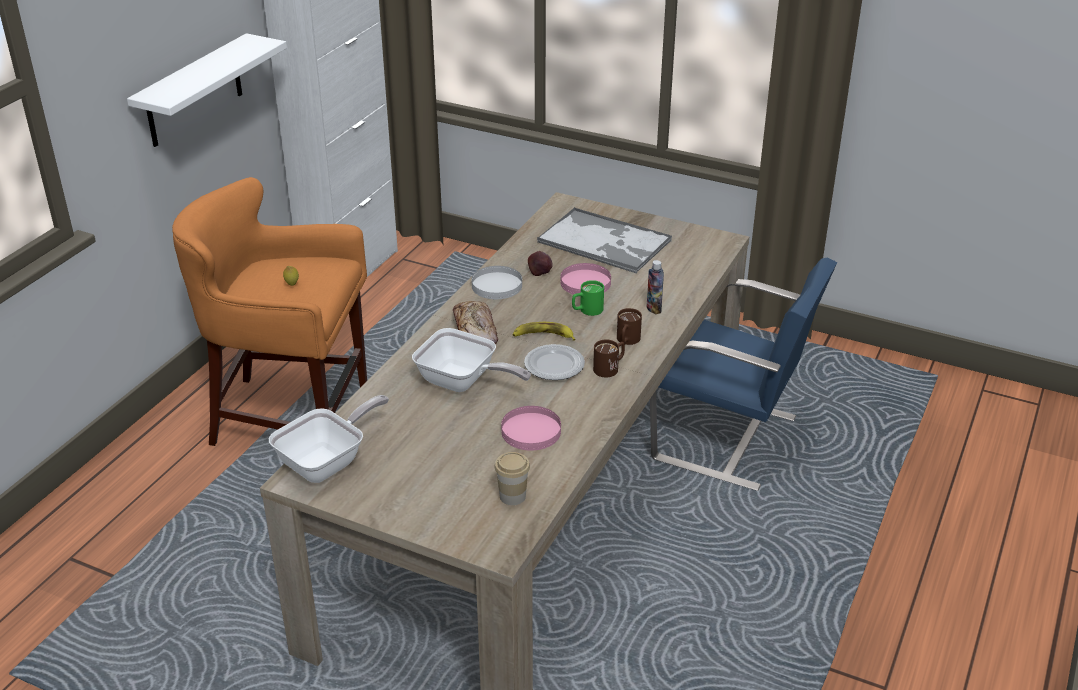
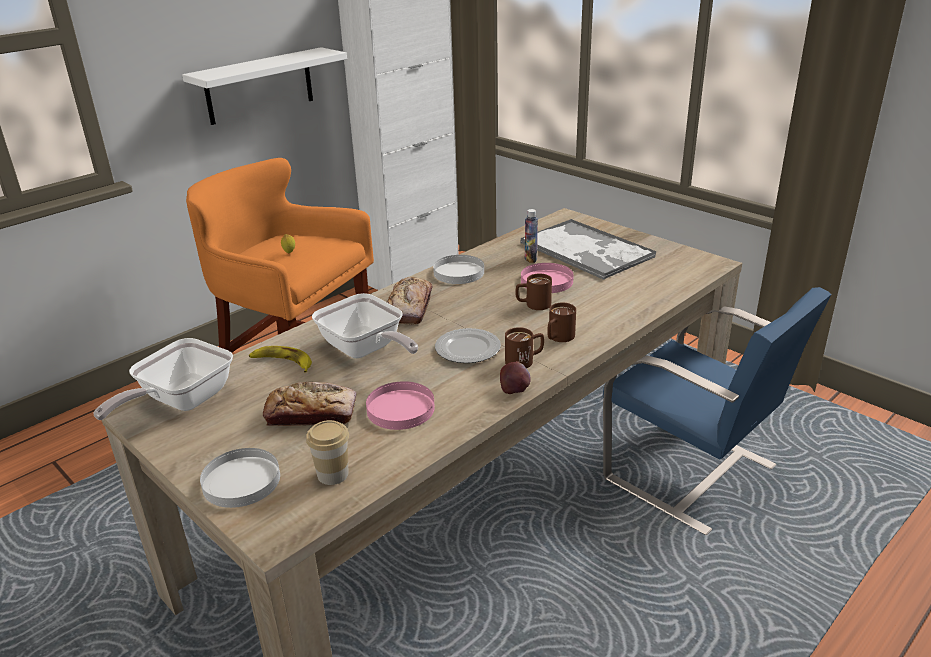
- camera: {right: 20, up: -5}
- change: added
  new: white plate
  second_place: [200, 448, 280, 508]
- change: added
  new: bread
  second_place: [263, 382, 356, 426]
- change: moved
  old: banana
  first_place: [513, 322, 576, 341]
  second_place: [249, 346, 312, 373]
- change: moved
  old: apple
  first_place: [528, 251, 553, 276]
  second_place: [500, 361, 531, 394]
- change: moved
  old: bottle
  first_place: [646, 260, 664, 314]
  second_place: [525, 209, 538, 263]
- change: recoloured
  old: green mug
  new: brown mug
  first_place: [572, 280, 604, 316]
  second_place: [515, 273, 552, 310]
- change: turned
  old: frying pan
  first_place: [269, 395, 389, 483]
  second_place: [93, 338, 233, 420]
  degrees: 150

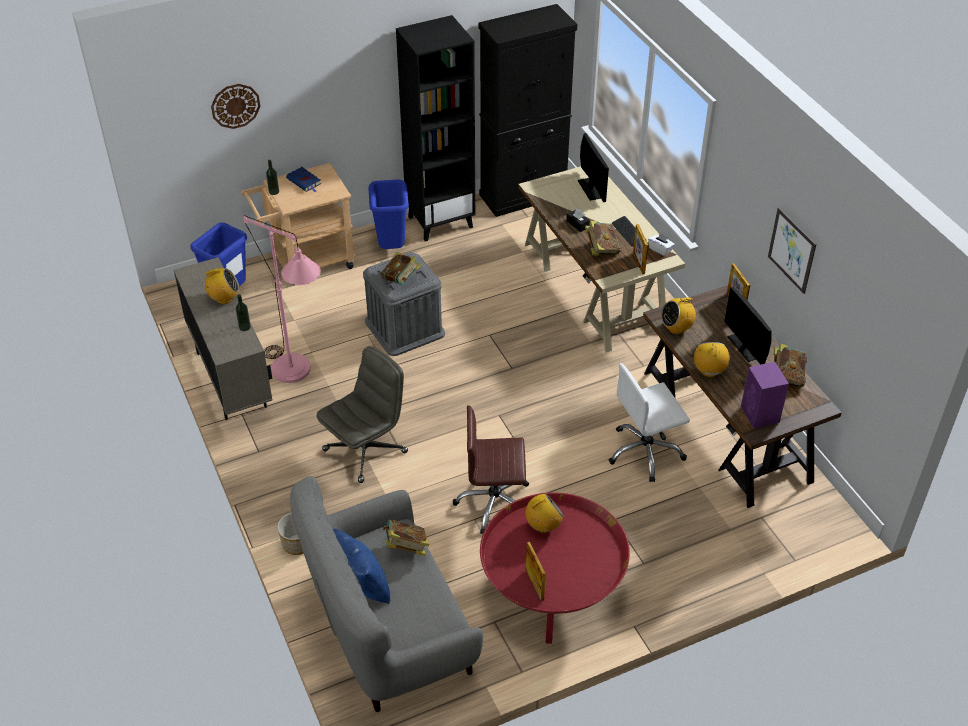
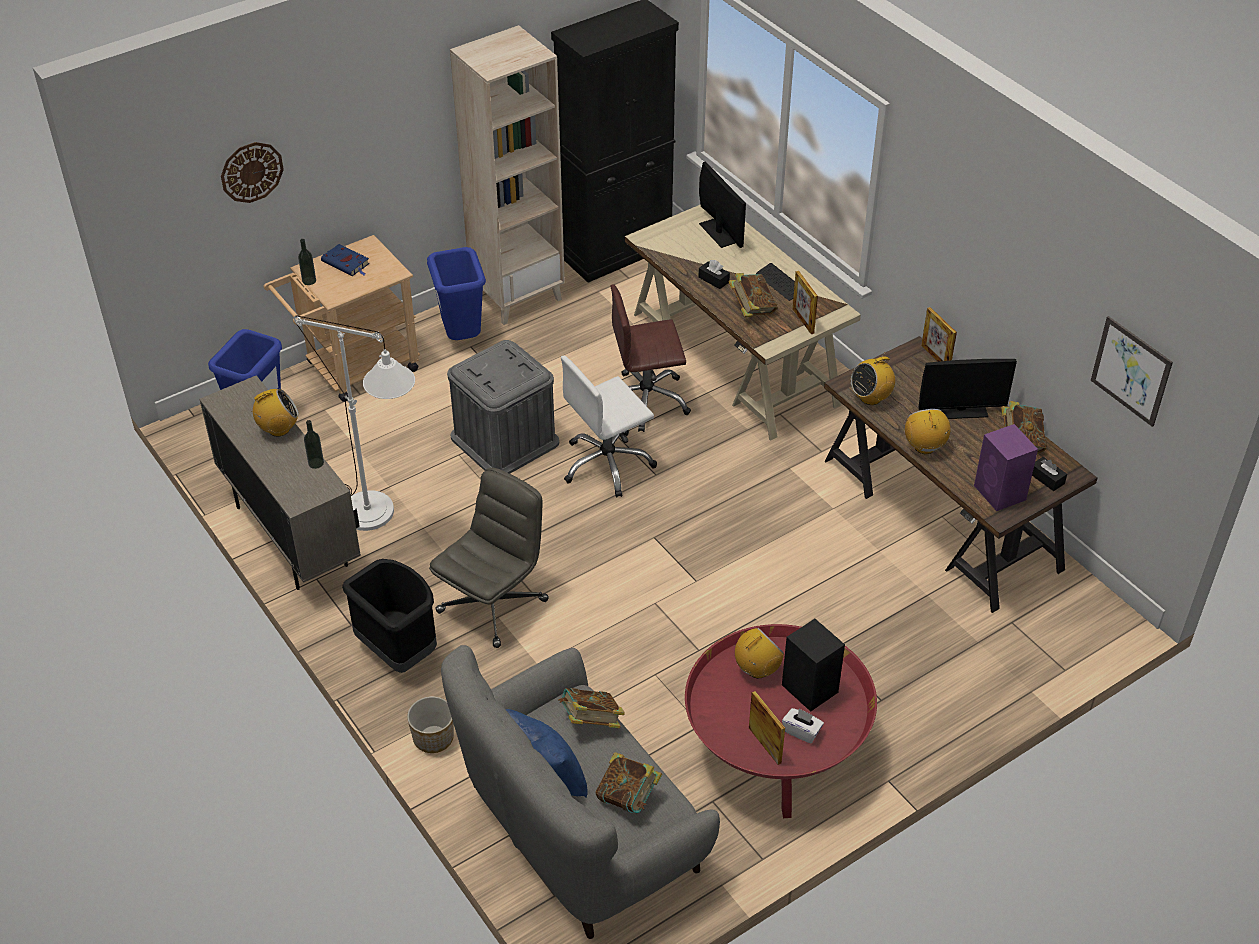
- camera: {right: -10, up: 0}
- change: added
  new: black trash can
  second_place: [342, 559, 437, 673]
- change: added
  new: black speaker
  second_place: [782, 619, 845, 712]
- change: added
  new: black tissue box
  second_place: [1032, 457, 1067, 491]
- change: moved
  old: book
  first_place: [381, 252, 421, 285]
  second_place: [596, 752, 662, 813]
- change: moved
  old: brown office chair
  first_place: [453, 405, 529, 534]
  second_place: [610, 284, 691, 432]
- change: moved
  old: white office chair
  first_place: [609, 363, 690, 482]
  second_place: [561, 356, 657, 497]
- change: moved
  old: white tissue box
  first_place: [648, 233, 675, 256]
  second_place: [782, 708, 824, 743]
- change: moved
  old: picture
  first_place: [768, 207, 816, 294]
  second_place: [1091, 316, 1173, 427]
- change: recoloured
  old: pink floor lamp
  new: white floor lamp
  first_place: [243, 215, 321, 383]
  second_place: [294, 316, 415, 531]
- change: recoloured
  old: black bookcase
  new: beige bookcase
  first_place: [396, 15, 475, 241]
  second_place: [450, 25, 565, 325]
- change: turned
  old: monitor
  first_place: [724, 286, 772, 365]
  second_place: [919, 359, 1017, 419]
  degrees: -60

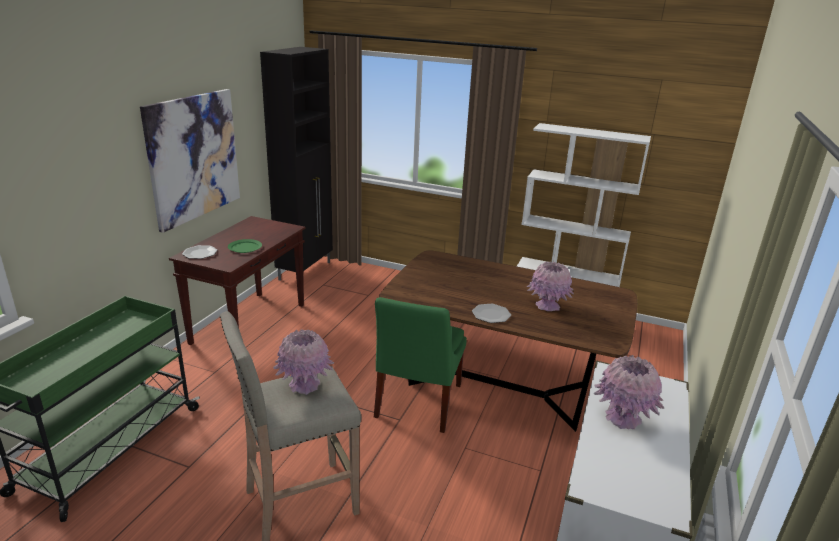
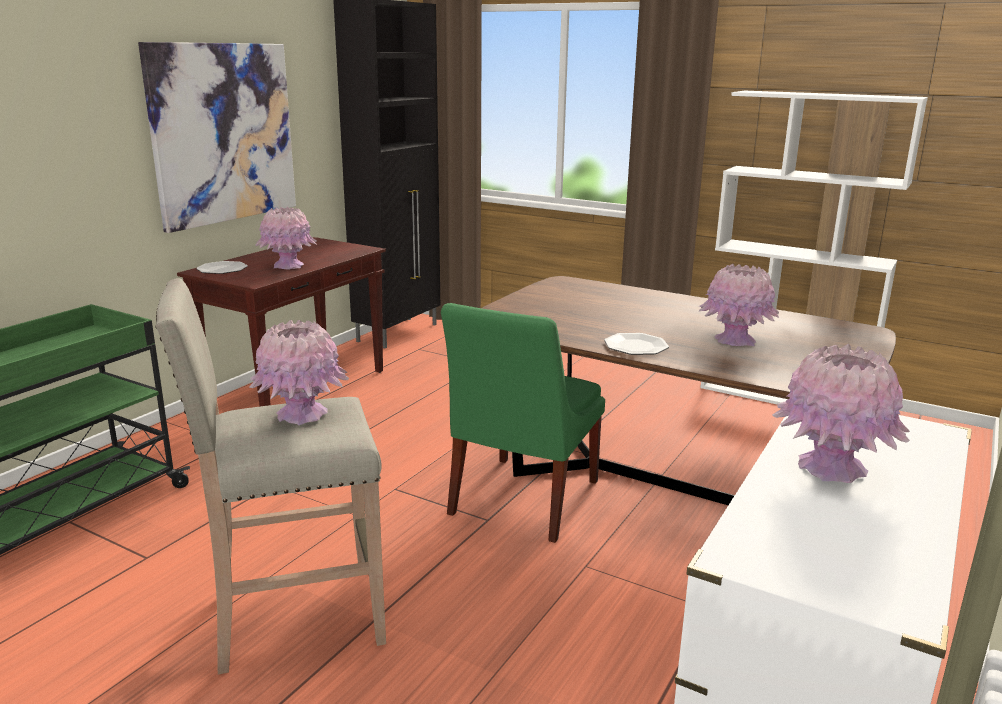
- camera: {right: 10, up: -5}
- change: replaced
  old: green plate
  new: pink vase
  first_place: [228, 239, 262, 253]
  second_place: [255, 207, 317, 270]

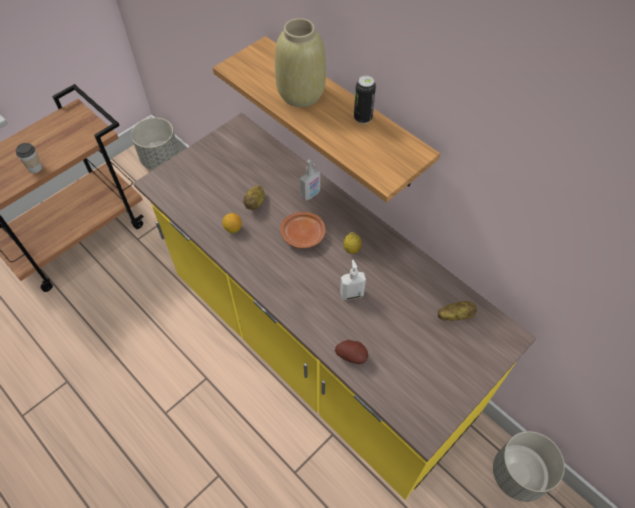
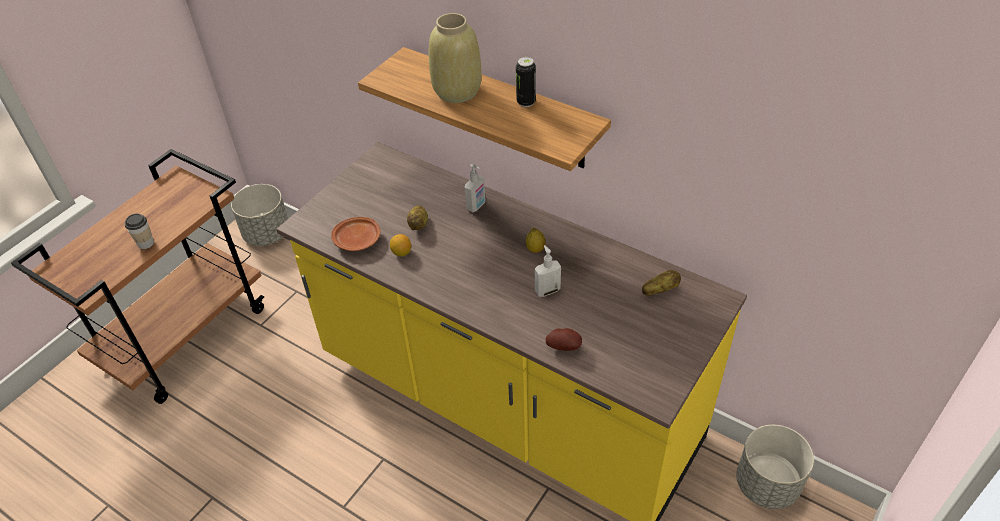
- camera: {right: -10, up: -10}
- change: moved
  old: brown plate
  first_place: [280, 212, 326, 248]
  second_place: [331, 217, 381, 251]

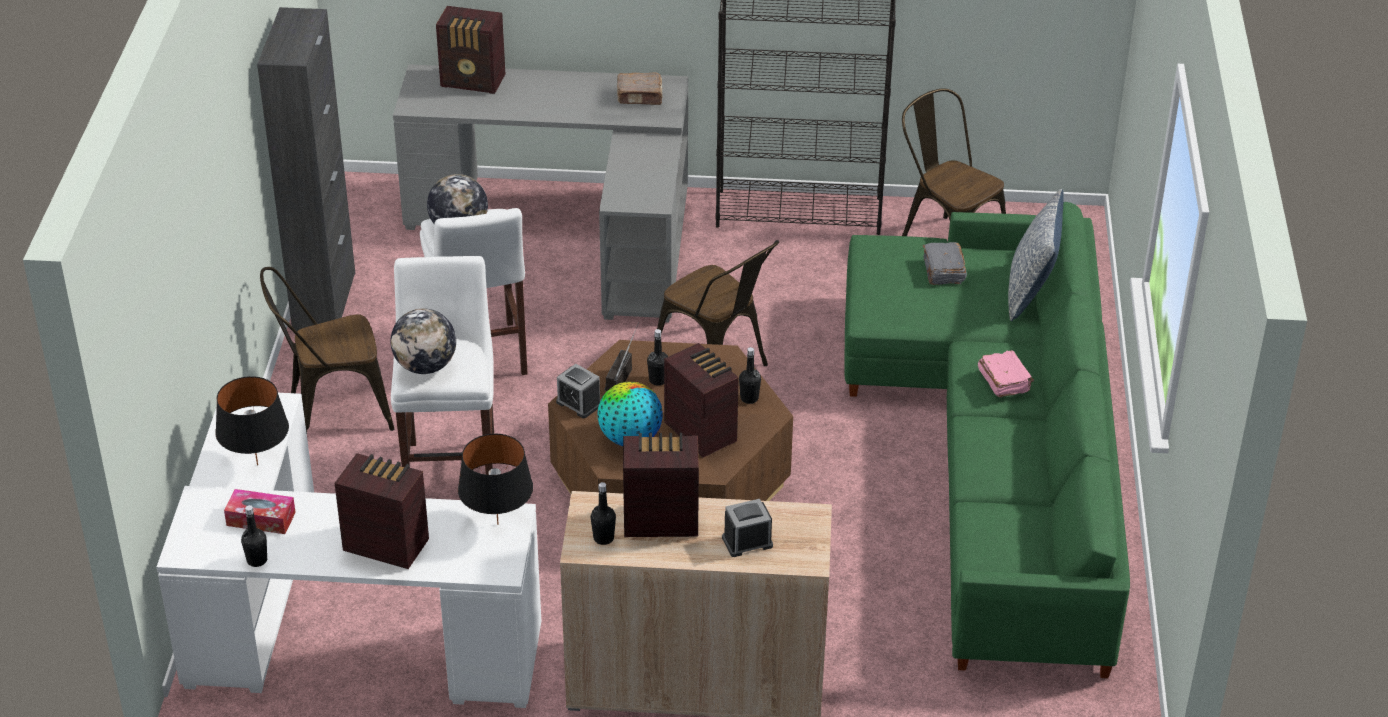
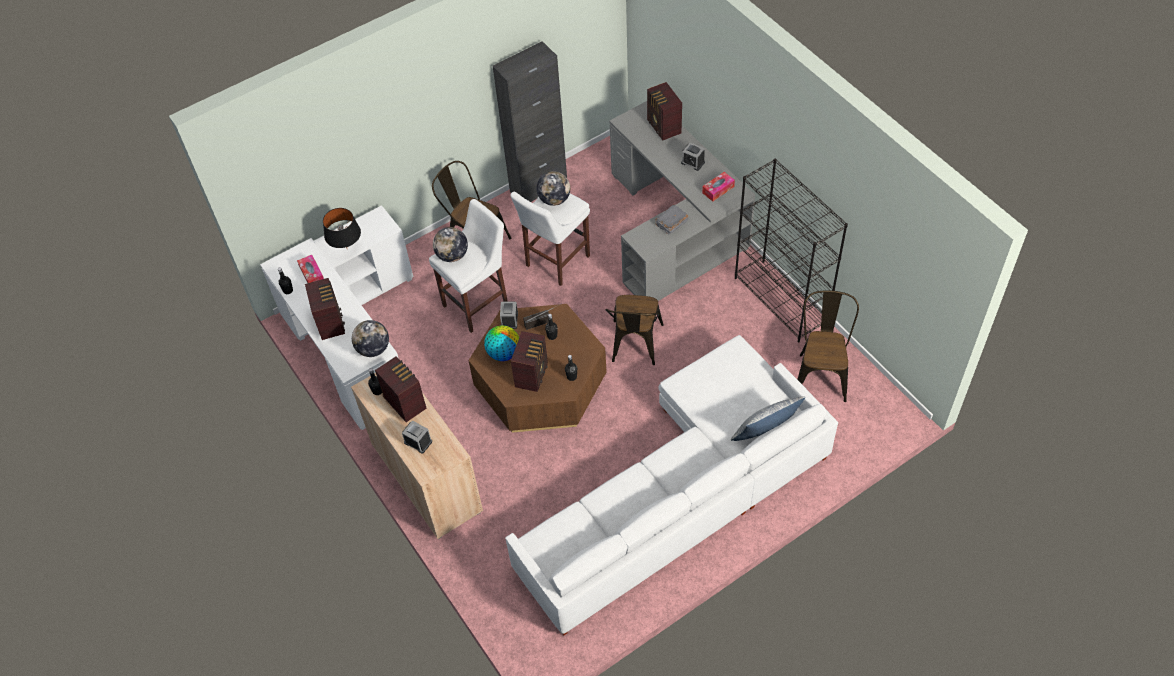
- camera: {right: 55, up: 15}
- change: removed
  old: pink book
  first_place: [978, 350, 1034, 397]
- change: added
  new: alarm clock
  second_place: [681, 142, 705, 171]
- change: moved
  old: grey book
  first_place: [923, 242, 967, 285]
  second_place: [655, 204, 688, 235]
- change: replaced
  old: black table lamp
  new: globe
  first_place: [458, 433, 533, 525]
  second_place: [352, 320, 389, 357]
- change: replaced
  old: brown book
  new: tissue box
  first_place: [617, 72, 663, 105]
  second_place: [702, 172, 735, 201]
- change: recoloured
  old: green sofa
  new: white sofa
  first_place: [844, 202, 1130, 678]
  second_place: [505, 335, 838, 636]

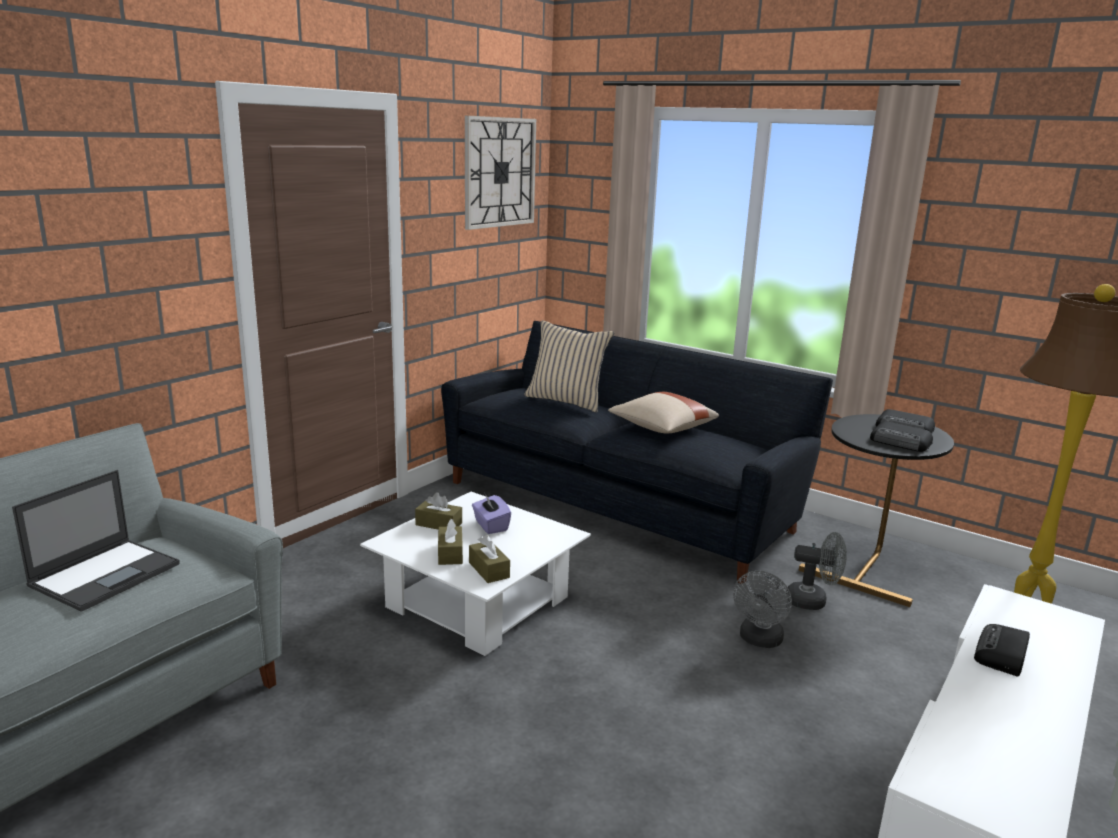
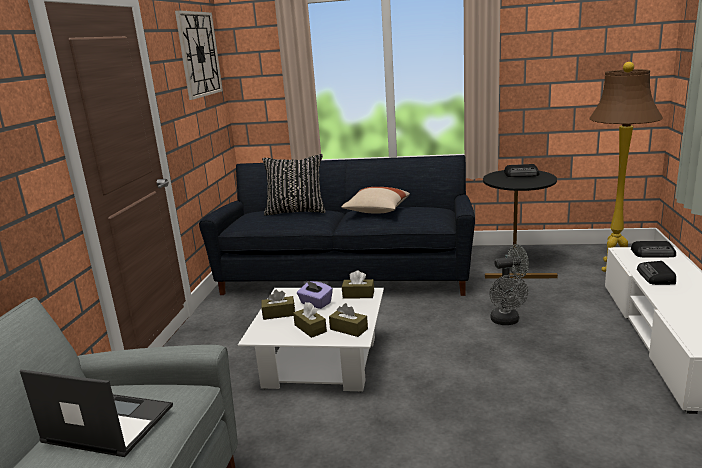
- camera: {right: -25, up: 0}
- change: added
  new: brown tissue box
  second_place: [342, 270, 374, 299]
- change: moved
  old: radio
  first_place: [870, 421, 933, 452]
  second_place: [631, 241, 676, 258]
- change: recoloured
  old: beige pillow
  new: black pillow
  first_place: [524, 320, 614, 412]
  second_place: [262, 154, 325, 215]
- change: turned
  old: laptop
  first_place: [12, 470, 180, 612]
  second_place: [20, 370, 173, 457]
  degrees: -75

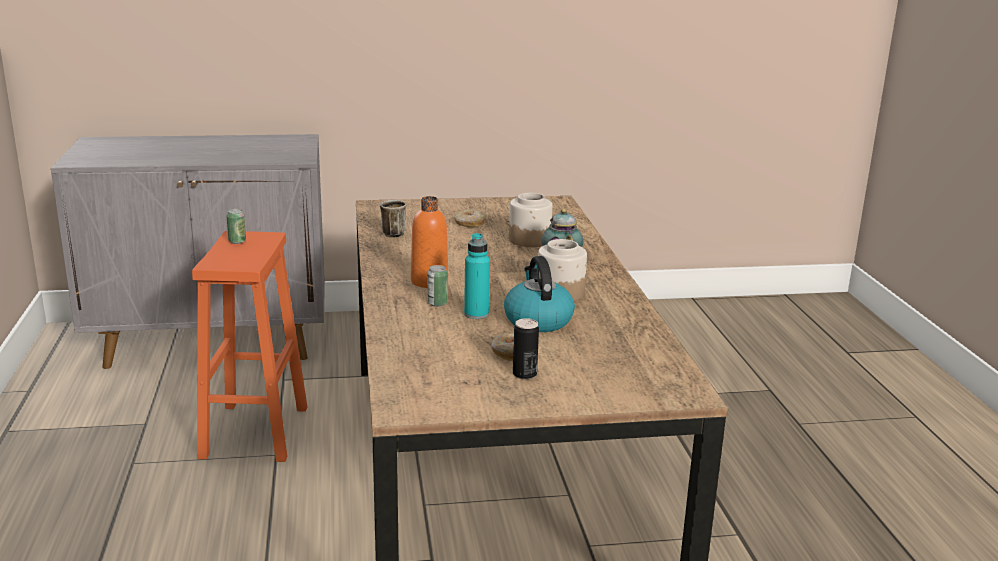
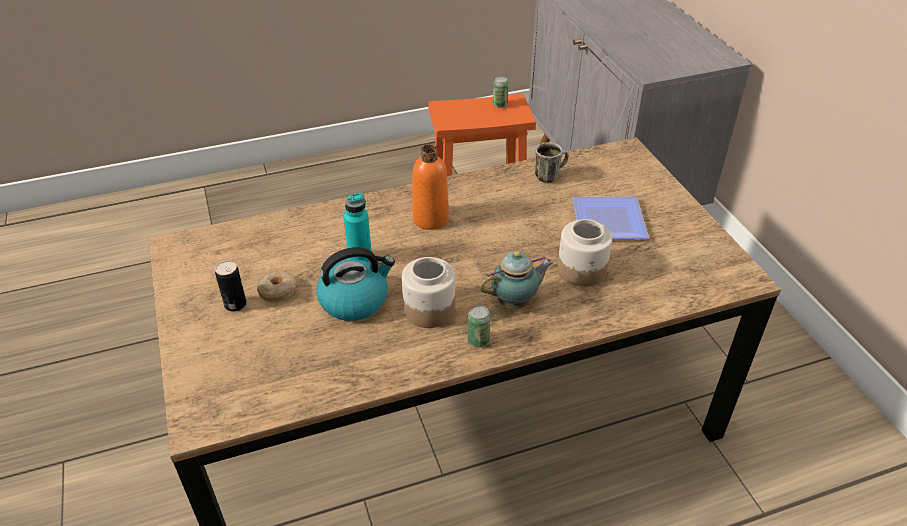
- camera: {right: 80, up: 20}
- change: moved
  old: can
  first_place: [427, 265, 448, 307]
  second_place: [468, 305, 491, 347]
- change: replaced
  old: donut
  new: plate
  first_place: [454, 209, 486, 227]
  second_place: [572, 197, 649, 239]

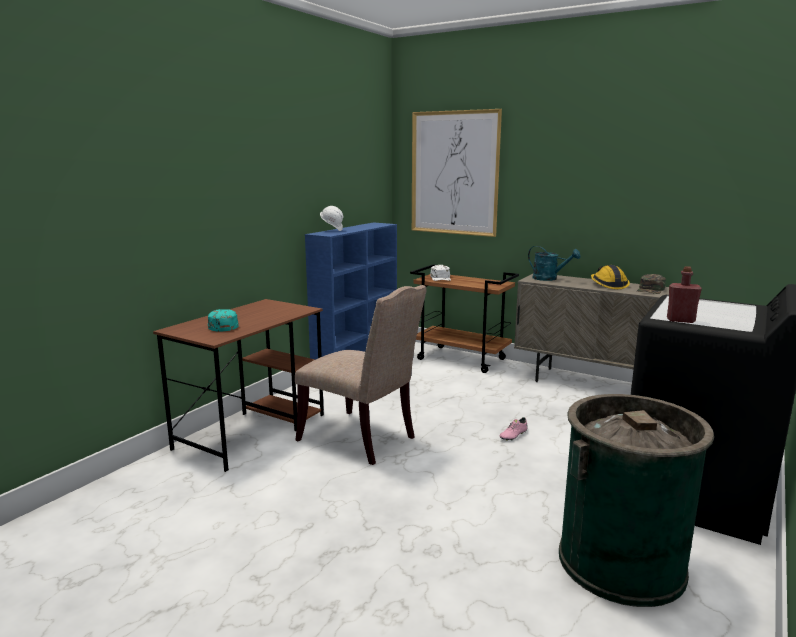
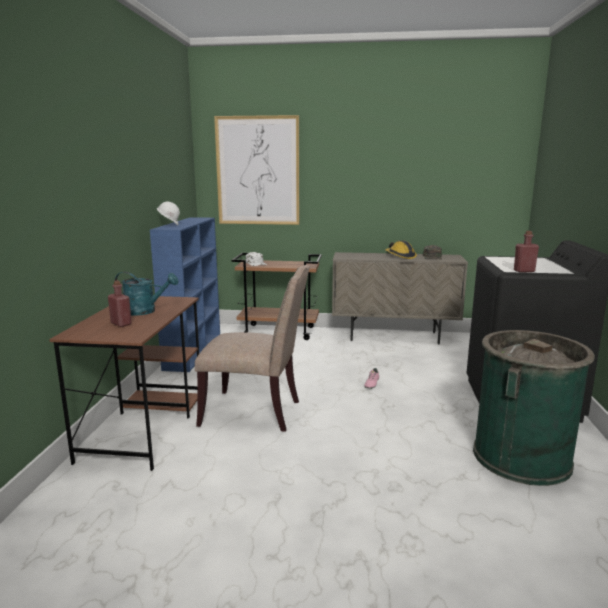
- camera: {right: -25, up: 0}
- change: moved
  old: turquoise watering can
  first_place: [528, 246, 581, 281]
  second_place: [115, 272, 179, 316]
- change: replaced
  old: turquoise cap
  new: red bottle
  first_place: [208, 309, 239, 332]
  second_place: [108, 280, 132, 327]

